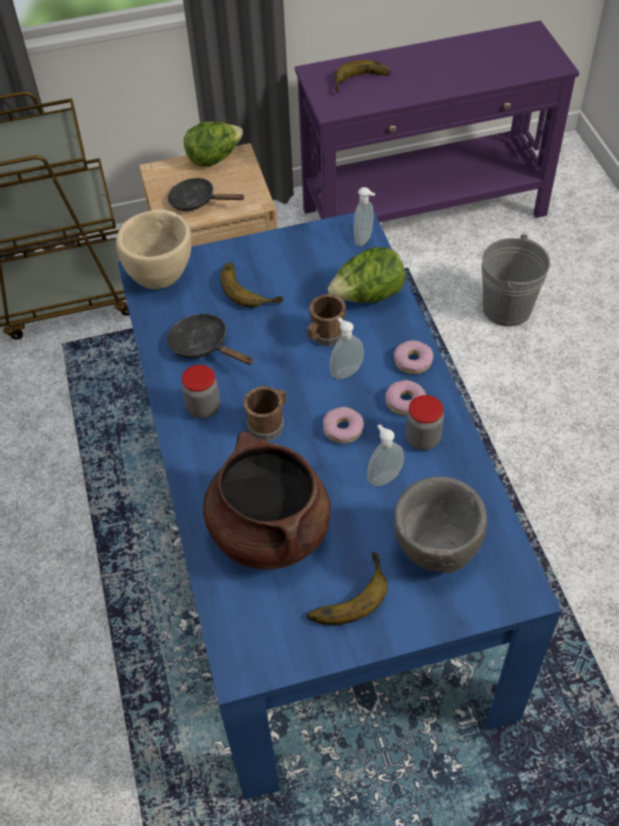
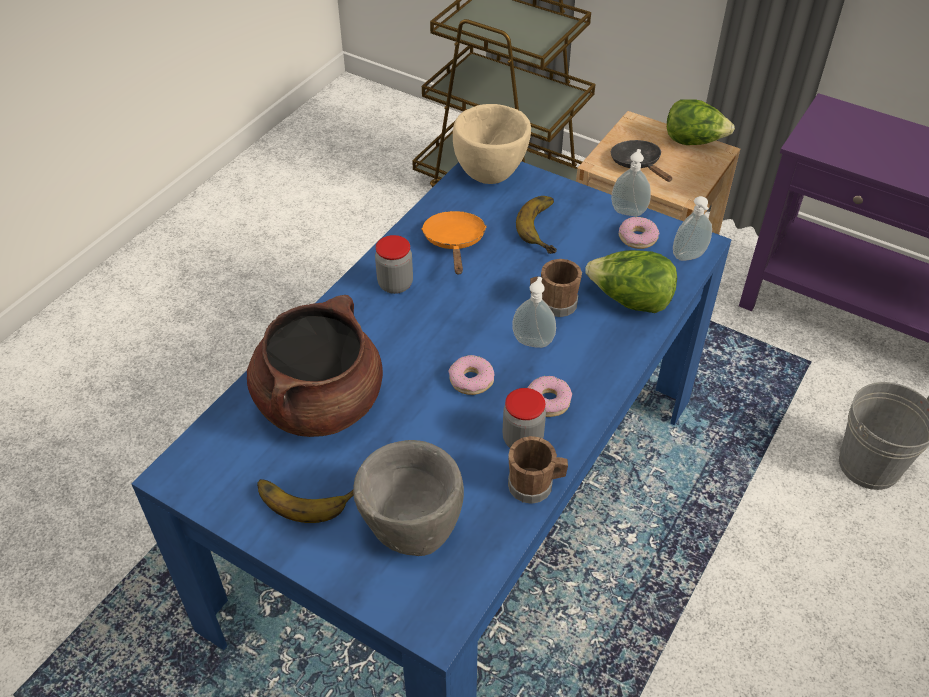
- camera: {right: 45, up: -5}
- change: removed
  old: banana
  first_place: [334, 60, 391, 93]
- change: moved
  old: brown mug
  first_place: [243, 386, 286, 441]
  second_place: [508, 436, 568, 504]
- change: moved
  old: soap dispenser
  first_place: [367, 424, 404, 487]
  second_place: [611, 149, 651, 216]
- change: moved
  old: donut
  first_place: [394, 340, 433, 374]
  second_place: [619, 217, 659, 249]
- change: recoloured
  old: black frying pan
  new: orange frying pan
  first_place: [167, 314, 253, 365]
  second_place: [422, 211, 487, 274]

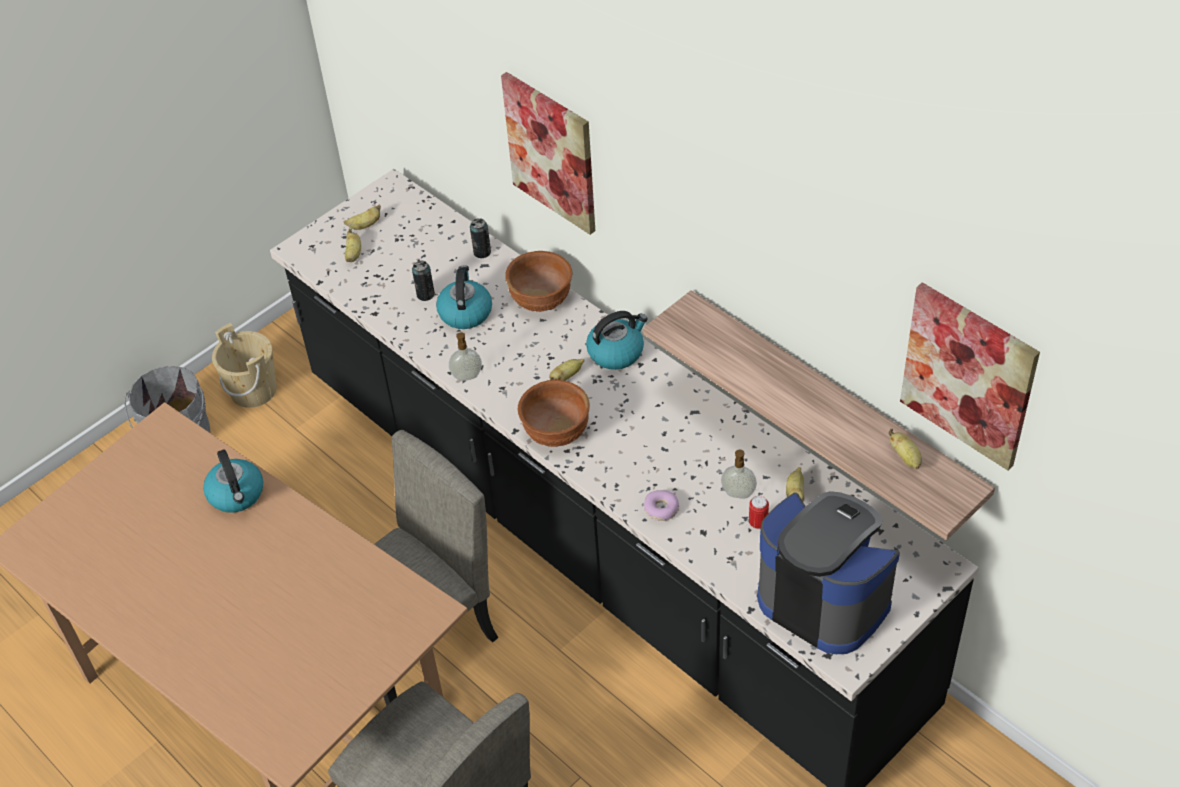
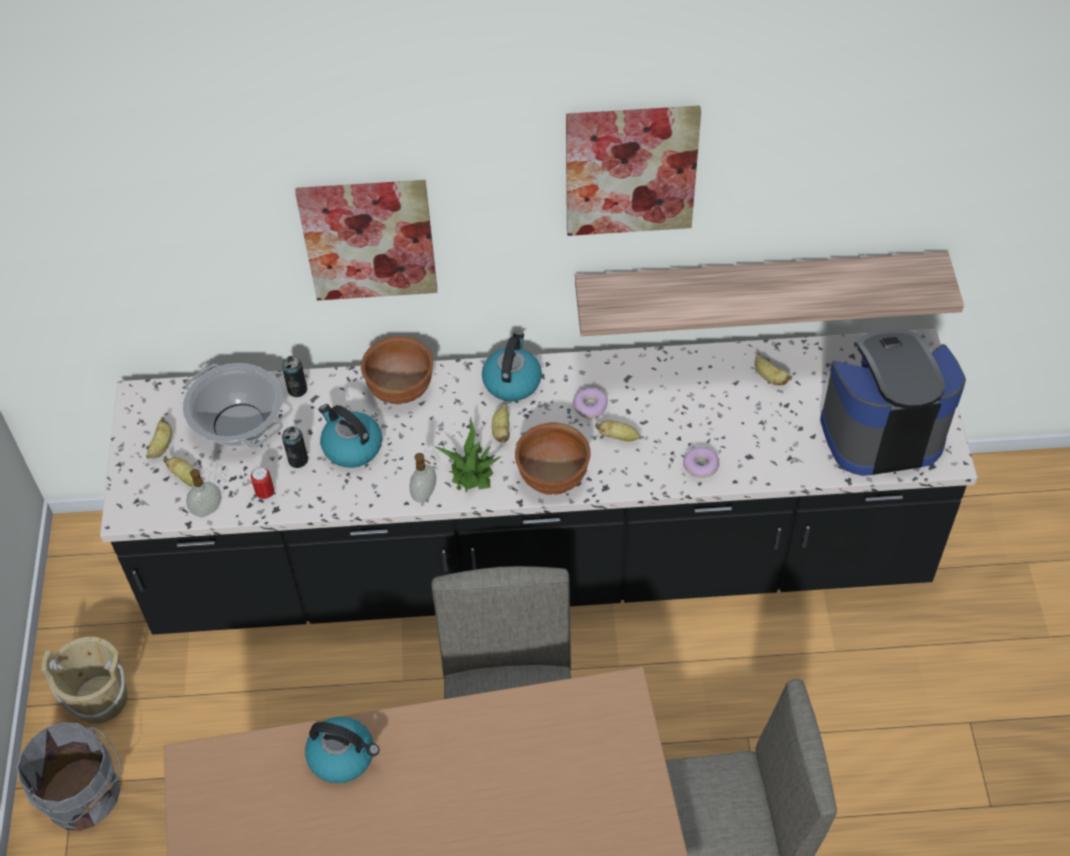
- camera: {right: -50, up: 5}
- change: added
  new: cooking pot
  second_place: [183, 363, 283, 448]
- change: added
  new: potted plant
  second_place: [434, 418, 501, 493]
- change: added
  new: donut
  second_place: [573, 388, 608, 419]
- change: moved
  old: soap dispenser
  first_place: [721, 450, 757, 499]
  second_place: [186, 469, 221, 517]
- change: moved
  old: can
  first_place: [749, 496, 769, 529]
  second_place: [251, 467, 274, 499]
- change: moved
  old: banana
  first_place: [888, 429, 922, 469]
  second_place: [595, 420, 641, 442]
- change: moved
  old: picture
  first_place: [900, 282, 1040, 470]
  second_place: [566, 105, 701, 236]

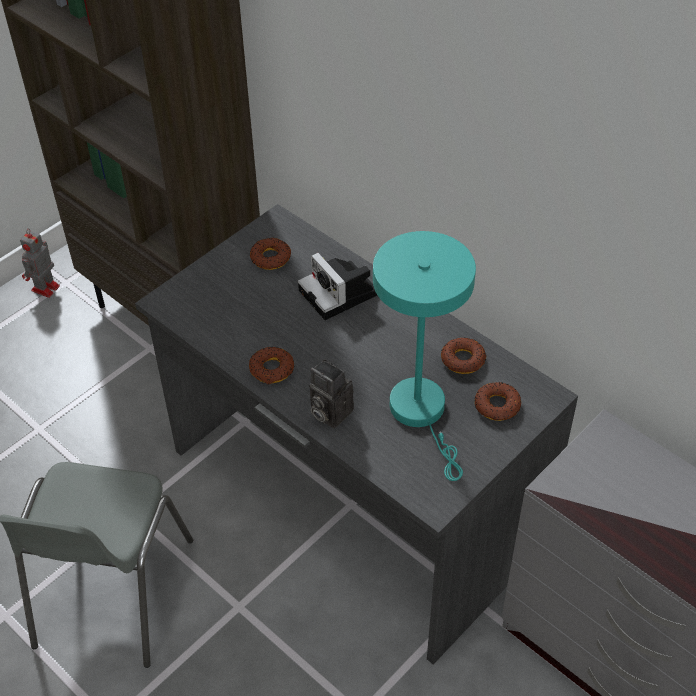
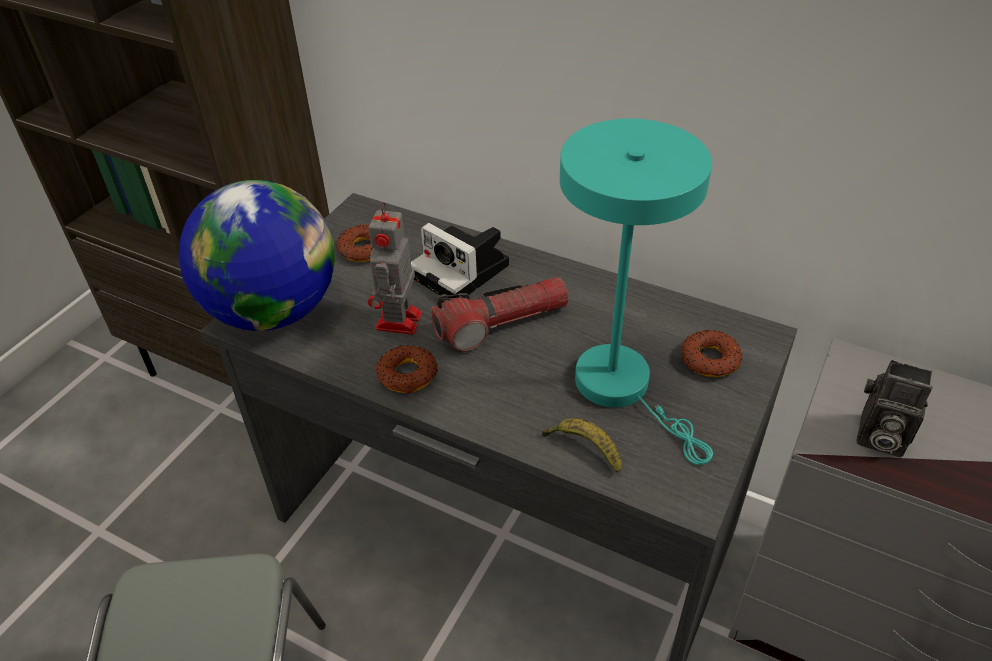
- camera: {right: -15, up: -5}
- change: removed
  old: donut
  first_place: [441, 338, 487, 374]
- change: added
  new: globe
  second_place: [179, 180, 335, 331]
- change: added
  new: flashlight
  second_place: [432, 277, 568, 352]
- change: added
  new: banana
  second_place: [542, 418, 622, 473]
- change: moved
  old: toy robot
  first_place: [20, 229, 60, 298]
  second_place: [368, 202, 422, 335]
- change: moved
  old: photo camera
  first_place: [309, 359, 354, 428]
  second_place: [856, 360, 933, 457]

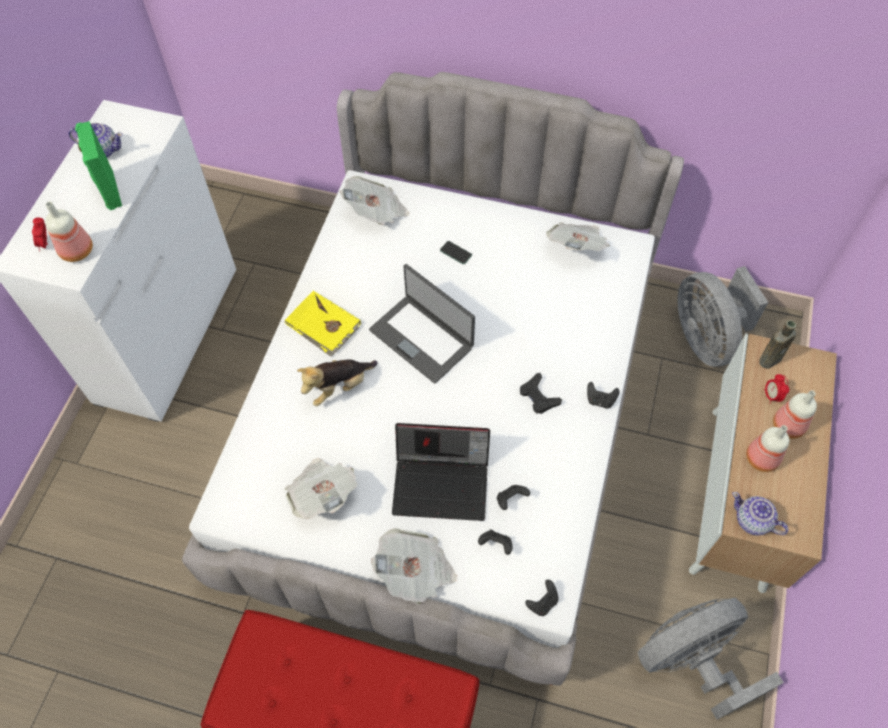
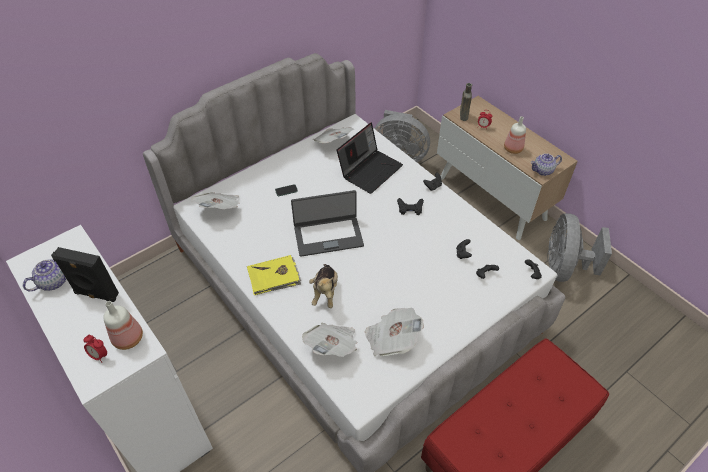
- camera: {right: -55, up: -10}
- change: removed
  old: bottle
  first_place: [773, 390, 817, 439]
- change: moved
  old: newspaper
  first_place: [371, 528, 457, 604]
  second_place: [302, 323, 357, 357]
- change: moved
  old: laptop
  first_place: [392, 423, 490, 521]
  second_place: [337, 122, 403, 194]
- change: recoloured
  old: green speaker
  new: black speaker
  first_place: [75, 121, 122, 210]
  second_place: [51, 247, 119, 302]

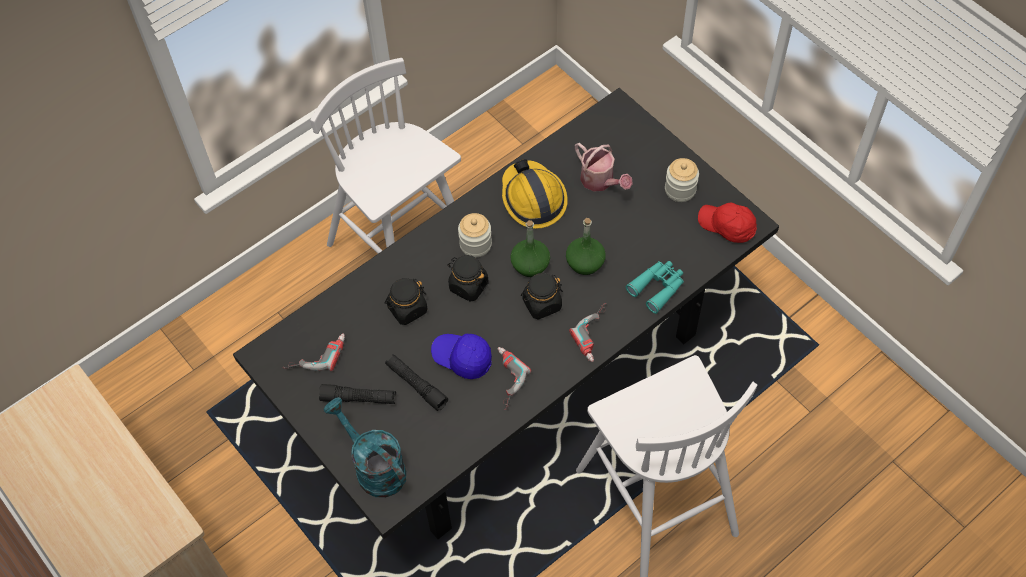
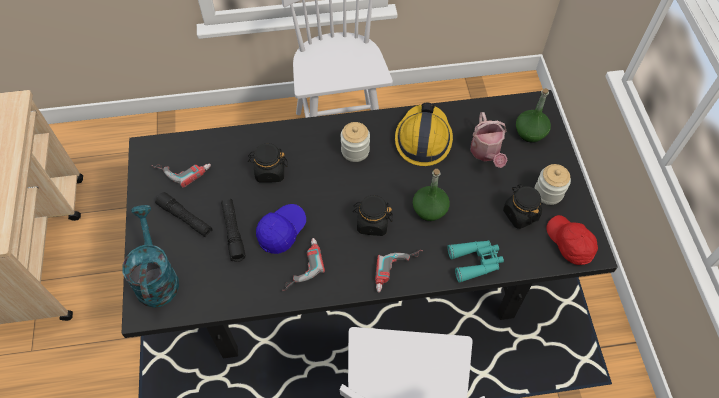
- camera: {right: 30, up: 0}
- change: moved
  old: black jar
  first_place: [447, 255, 489, 302]
  second_place: [503, 184, 542, 229]
- change: moved
  old: green bottle
  first_place: [510, 220, 550, 277]
  second_place: [516, 88, 551, 143]
- change: turned
  old: blue cap
  first_place: [431, 334, 492, 379]
  second_place: [256, 204, 306, 254]
  degrees: 75

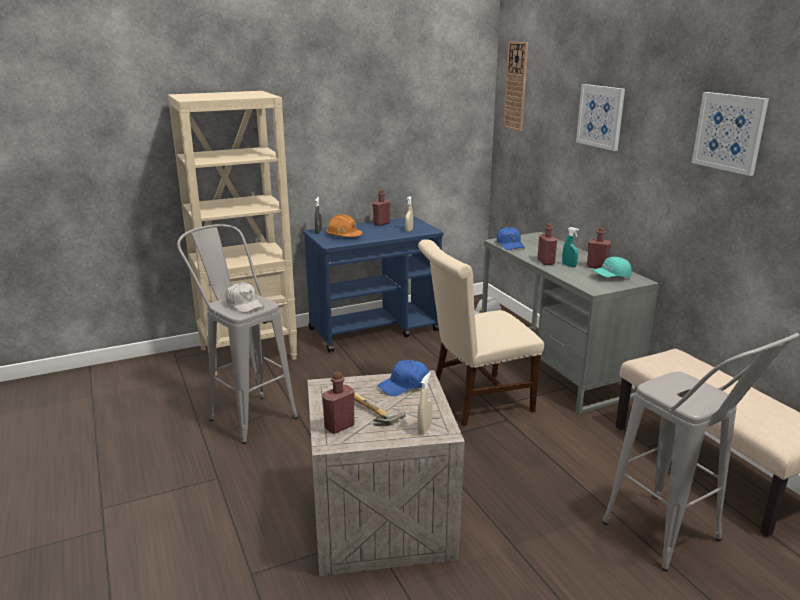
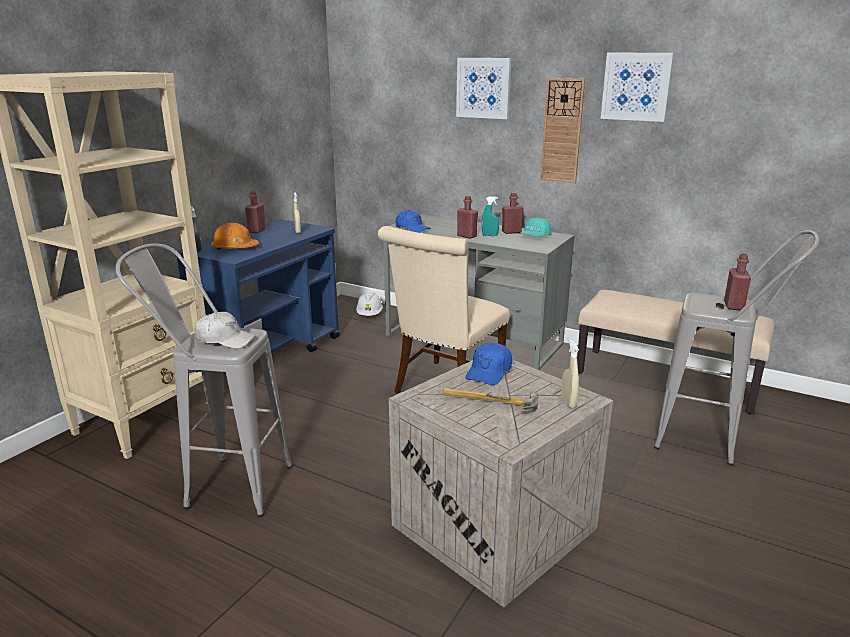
- camera: {right: -35, up: 0}
- change: moved
  old: red bottle
  first_place: [322, 371, 355, 434]
  second_place: [724, 254, 751, 310]
- change: moved
  old: wall clock
  first_place: [503, 42, 528, 131]
  second_place: [540, 78, 585, 183]

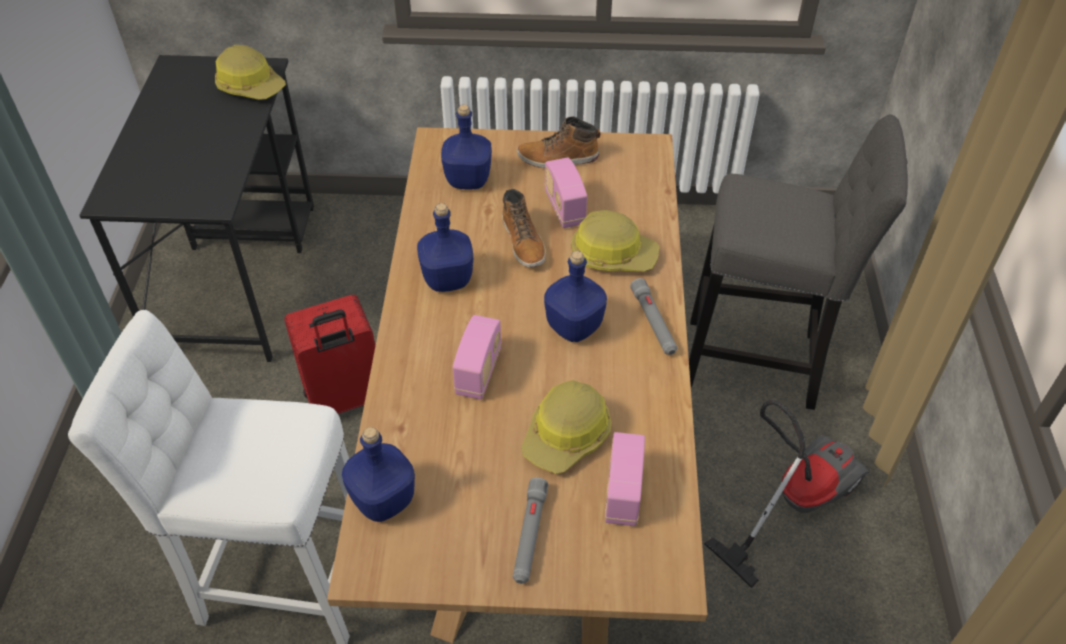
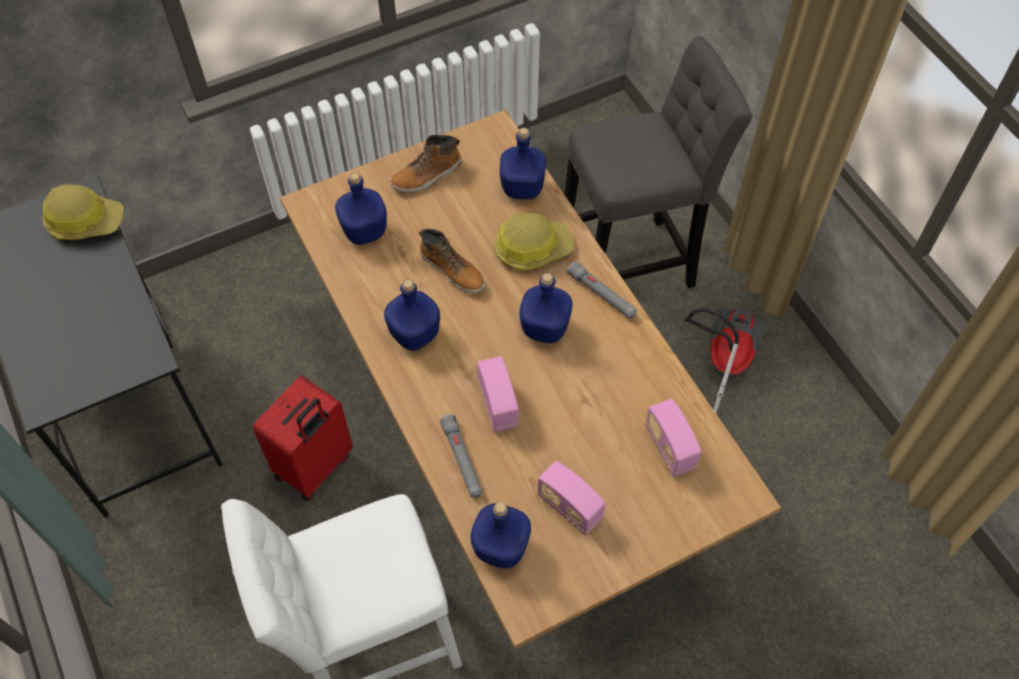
- camera: {right: -30, up: 10}
- change: removed
  old: hard hat
  first_place: [521, 380, 611, 474]
- change: added
  new: blue bottle
  second_place: [500, 128, 546, 200]
- change: moved
  old: grey flashlight
  first_place: [513, 478, 548, 584]
  second_place: [440, 414, 483, 498]
- change: moved
  old: radio
  first_place: [545, 158, 587, 228]
  second_place: [537, 461, 606, 536]

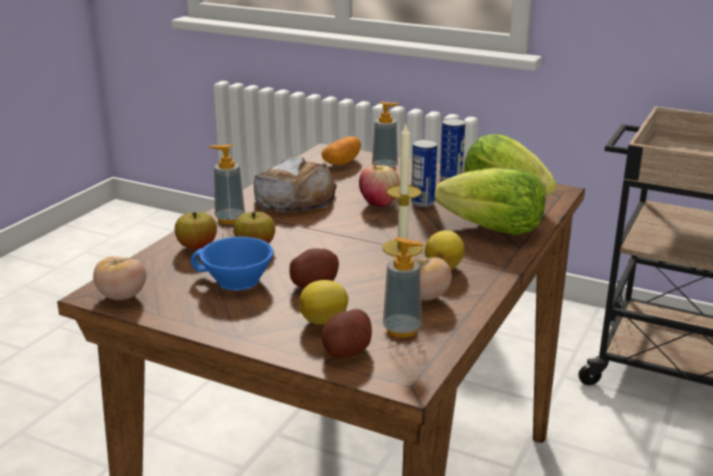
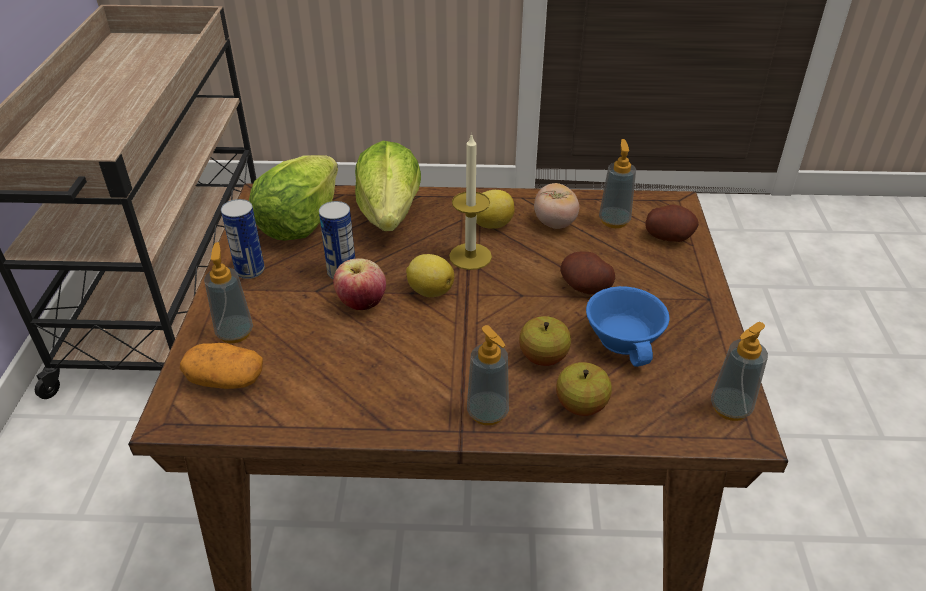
- camera: {right: -115, up: 15}
- change: removed
  old: bread
  first_place: [254, 157, 337, 213]
- change: moved
  old: lemon
  first_place: [299, 280, 349, 325]
  second_place: [406, 254, 454, 297]
- change: replaced
  old: tomato
  new: soap dispenser
  first_place: [93, 256, 146, 300]
  second_place: [711, 322, 768, 421]

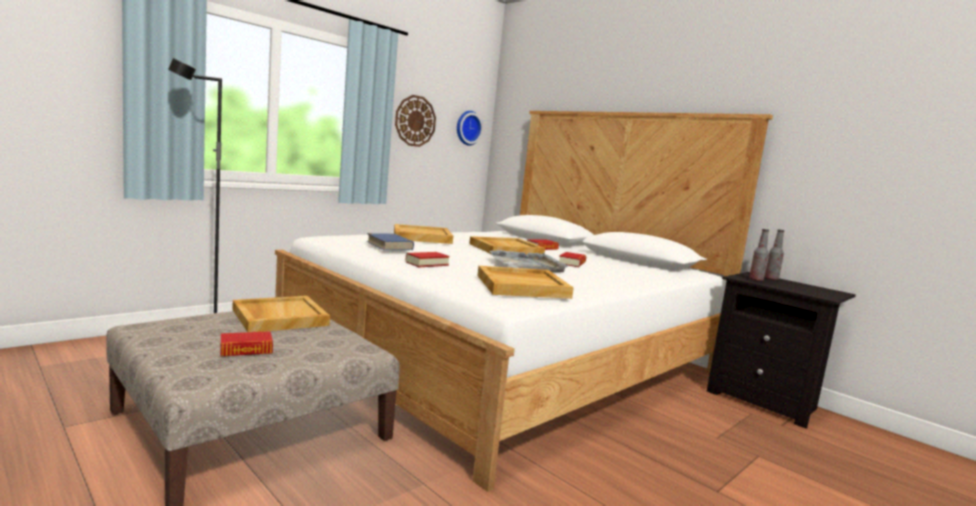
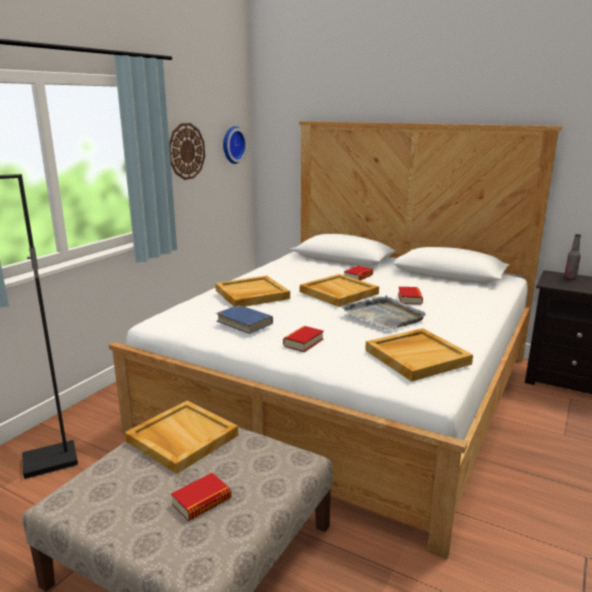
- camera: {right: -15, up: 10}
- change: removed
  old: bottle
  first_place: [749, 229, 769, 281]

